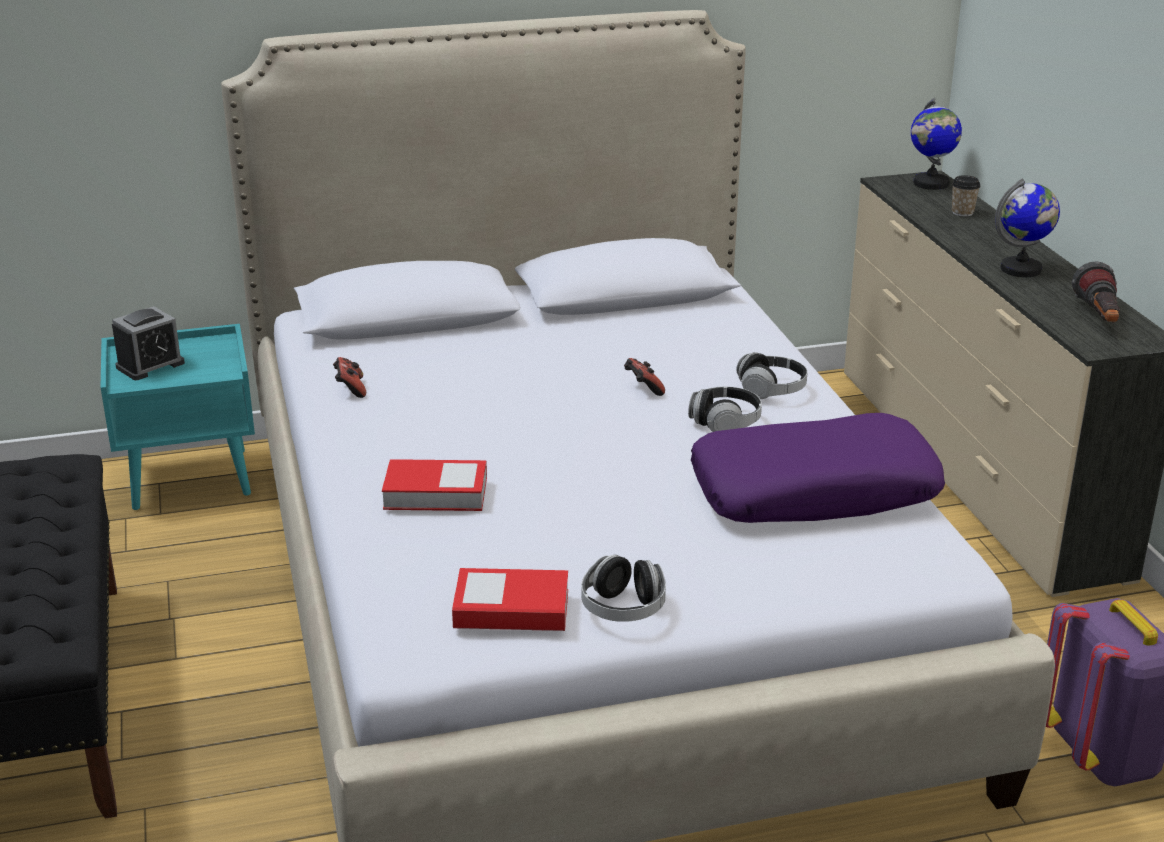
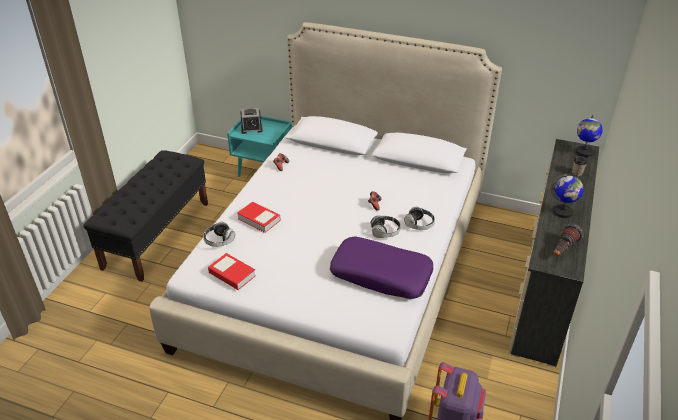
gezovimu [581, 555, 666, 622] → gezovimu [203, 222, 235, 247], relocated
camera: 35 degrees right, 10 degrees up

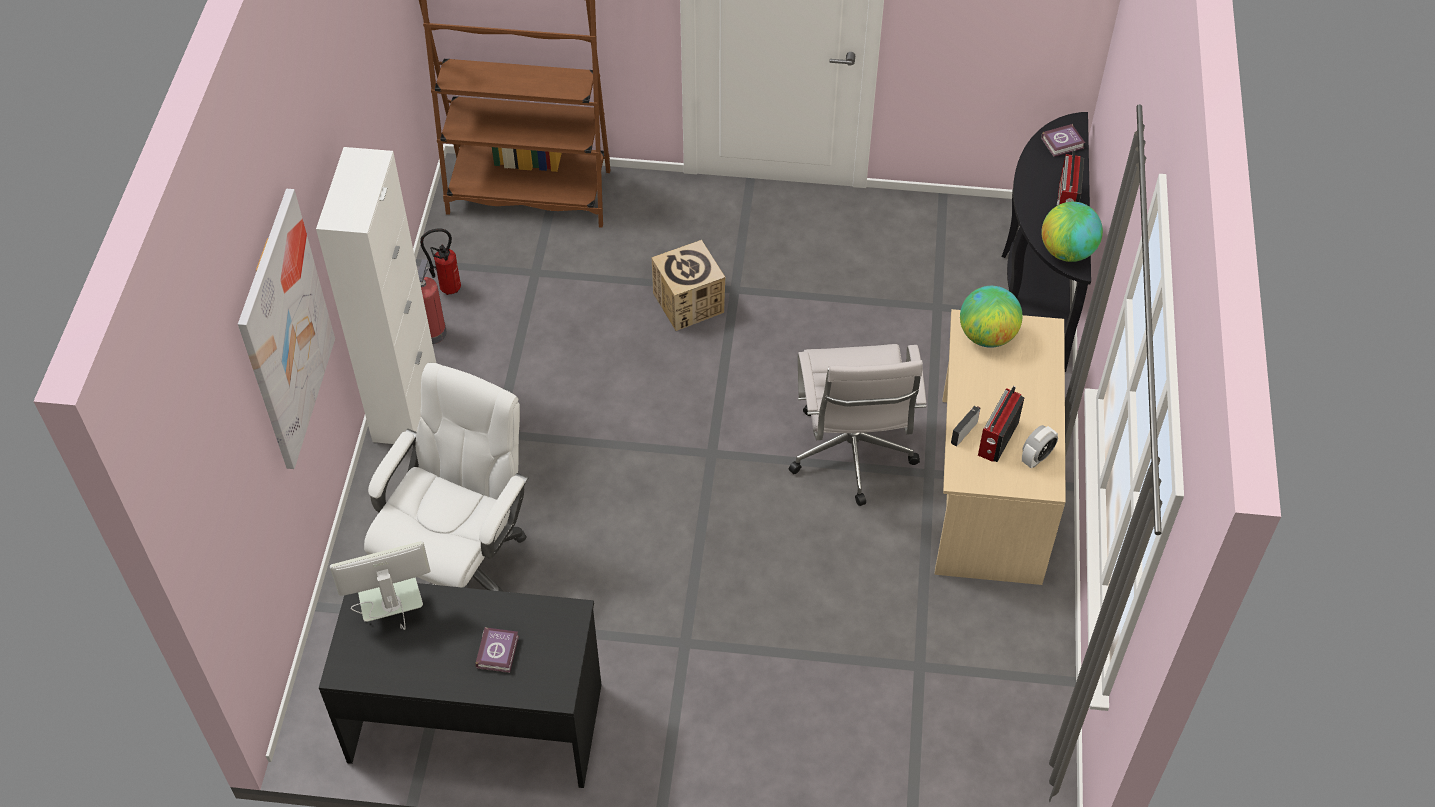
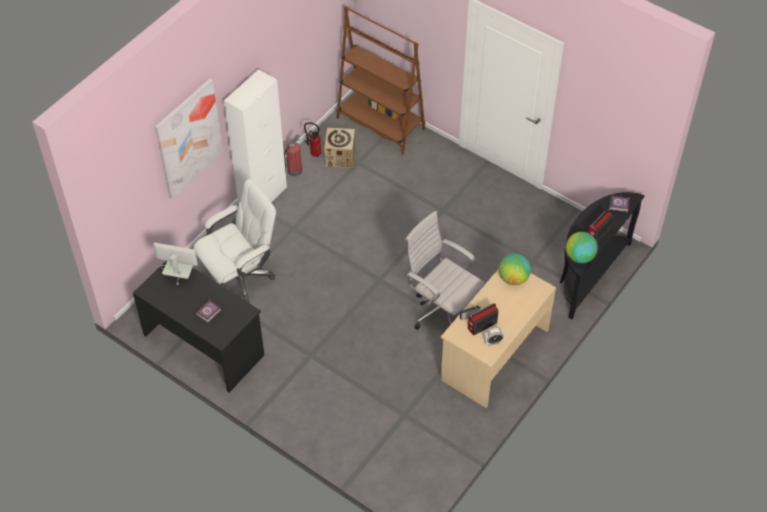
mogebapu [652, 240, 725, 331] → mogebapu [324, 128, 355, 168], relocated
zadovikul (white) [789, 344, 926, 506] → zadovikul (white) [405, 211, 485, 330], 105 degrees clockwise
camera: 30 degrees right, 0 degrees up

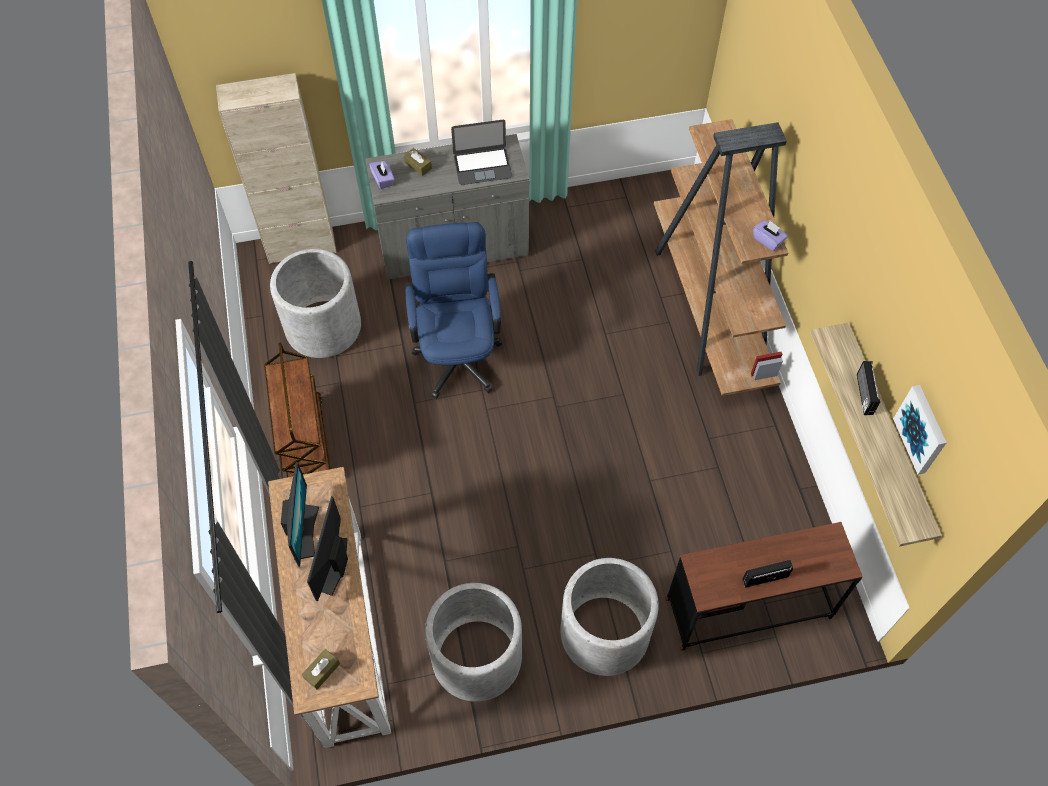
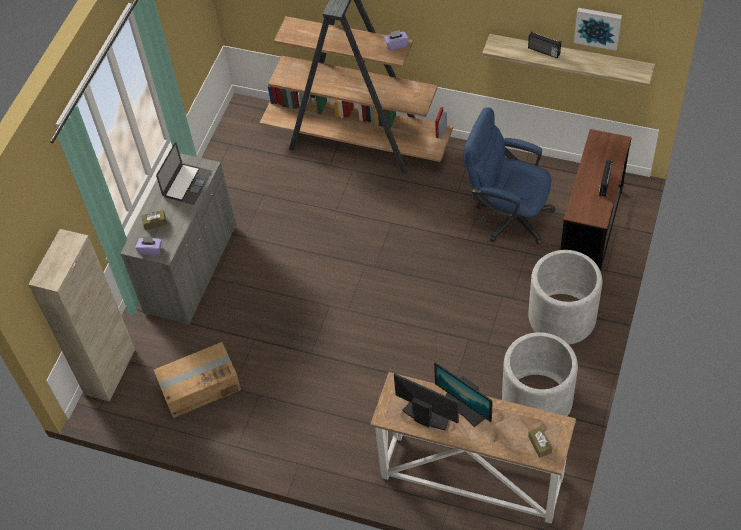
zadovikul (blue) [405, 222, 502, 399] → zadovikul (blue) [463, 107, 556, 245], relocated
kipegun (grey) [270, 249, 361, 358] → mogebapu [154, 342, 241, 418]
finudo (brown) [264, 343, 330, 478] → -
camera: 55 degrees left, 5 degrees down

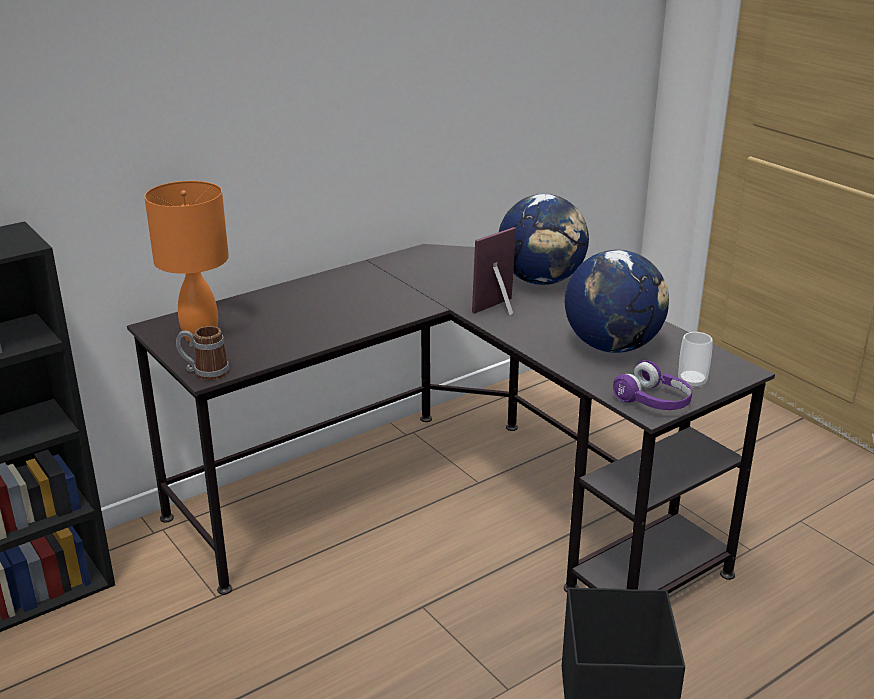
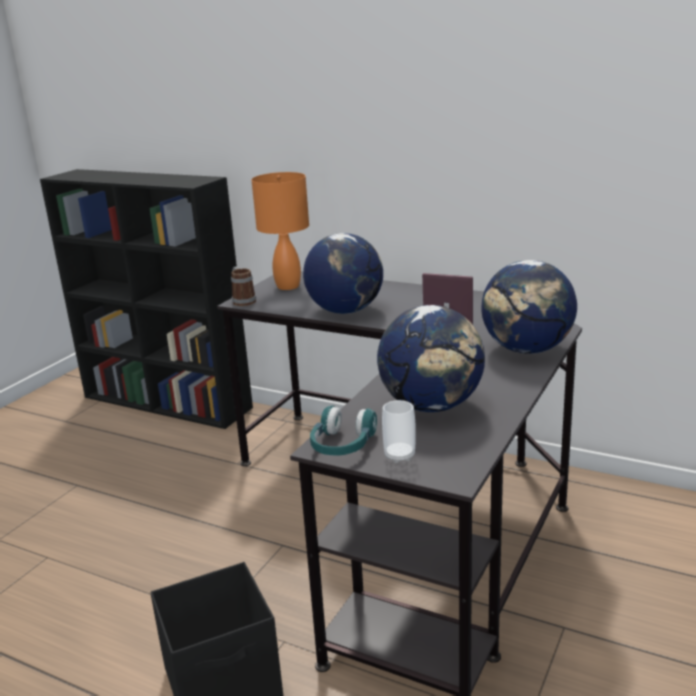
gezovimu (purple) [613, 360, 692, 410] → gezovimu (turquoise) [310, 406, 377, 456]
- → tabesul [303, 233, 383, 314]
camera: 65 degrees right, 5 degrees down

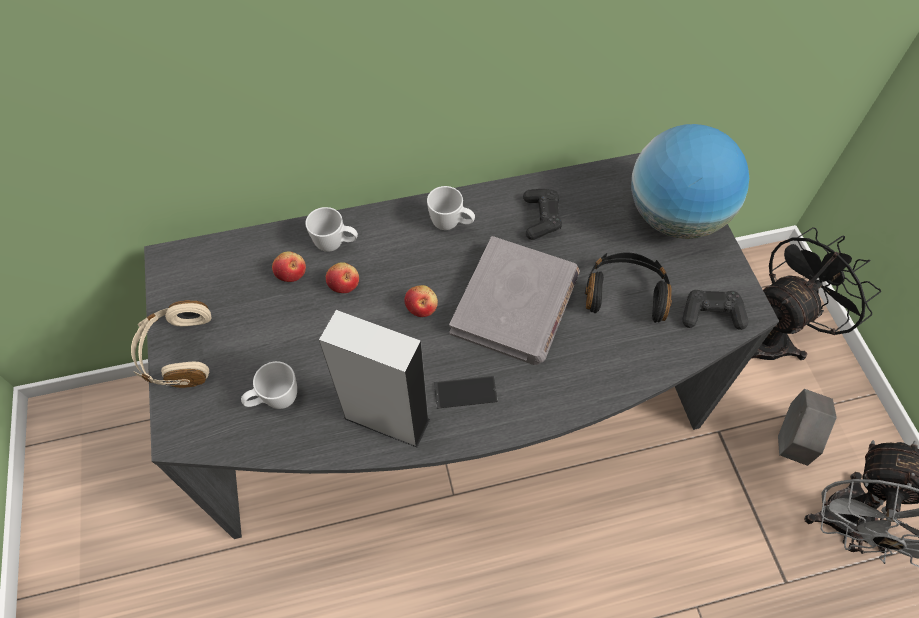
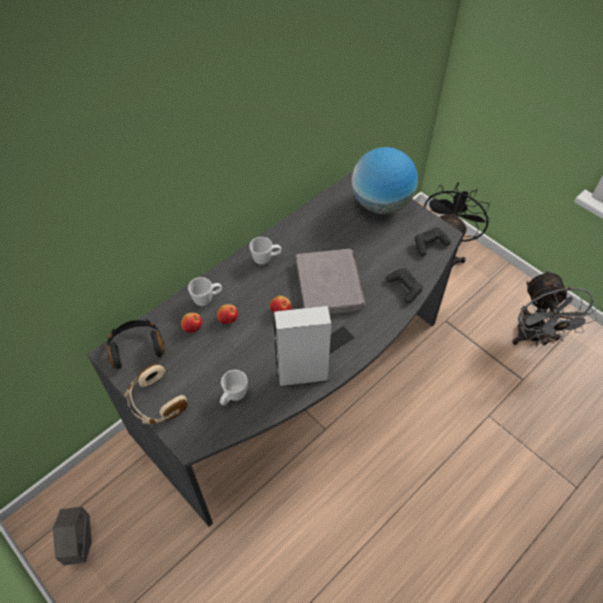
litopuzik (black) [523, 189, 562, 240] → litopuzik (black) [386, 268, 423, 304], relocated
gezovimu (black) [585, 252, 672, 323] → gezovimu (black) [107, 319, 165, 369], relocated
kipegun (grey) [778, 389, 837, 466] → kipegun (grey) [53, 507, 92, 565], relocated
camera: 30 degrees left, 5 degrees down

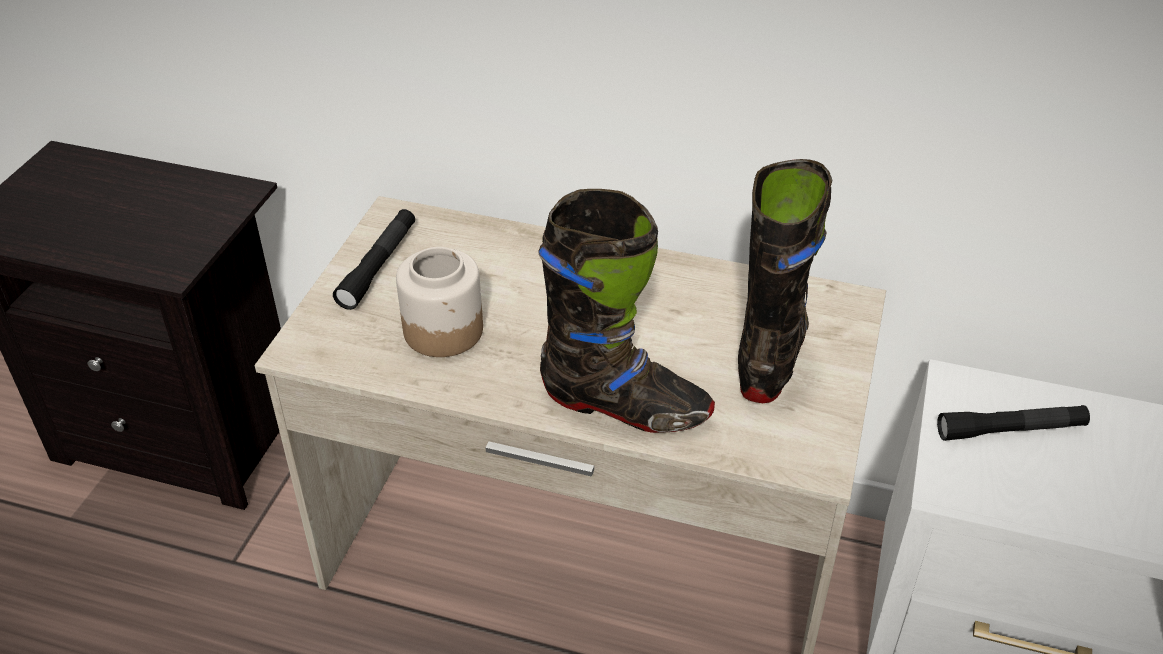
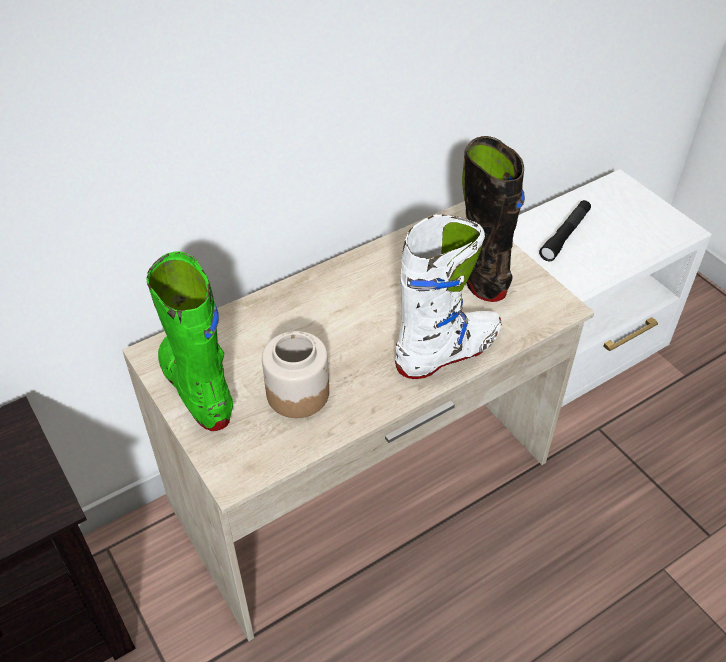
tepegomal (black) [538, 189, 715, 433] → tepegomal (white) [395, 214, 502, 379]
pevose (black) [333, 209, 415, 310] → tepegomal (green) [146, 251, 233, 431]
camera: 50 degrees left, 5 degrees up

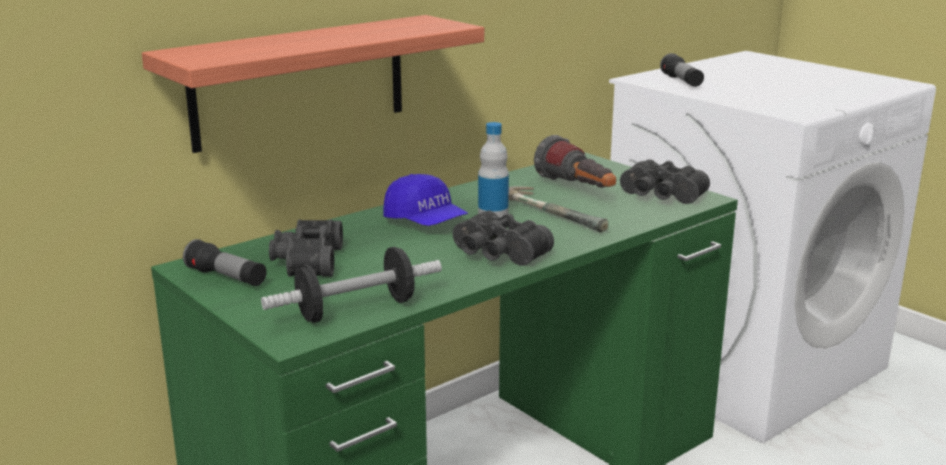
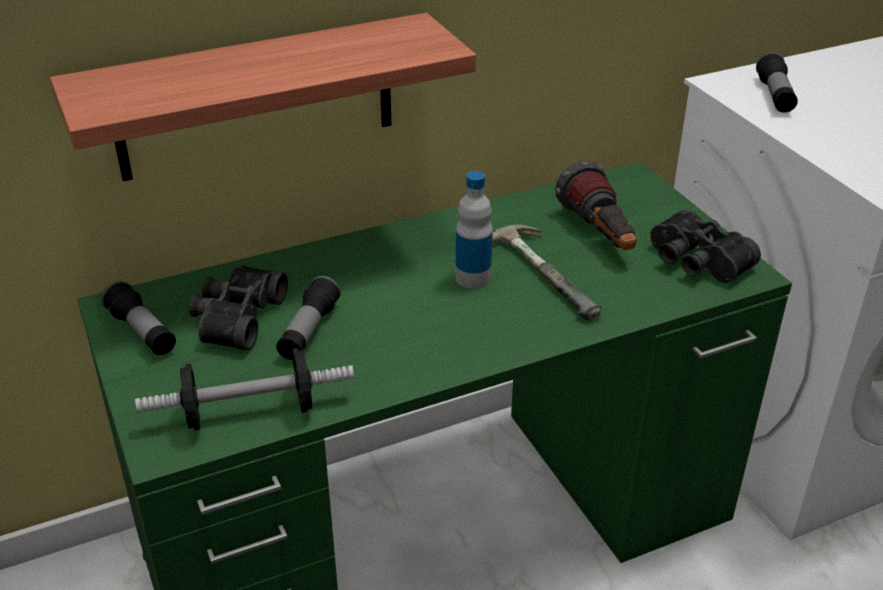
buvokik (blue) [384, 174, 468, 226] → -
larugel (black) [453, 210, 554, 266] → -
- → pevose [276, 276, 341, 360]
camera: 15 degrees right, 15 degrees up

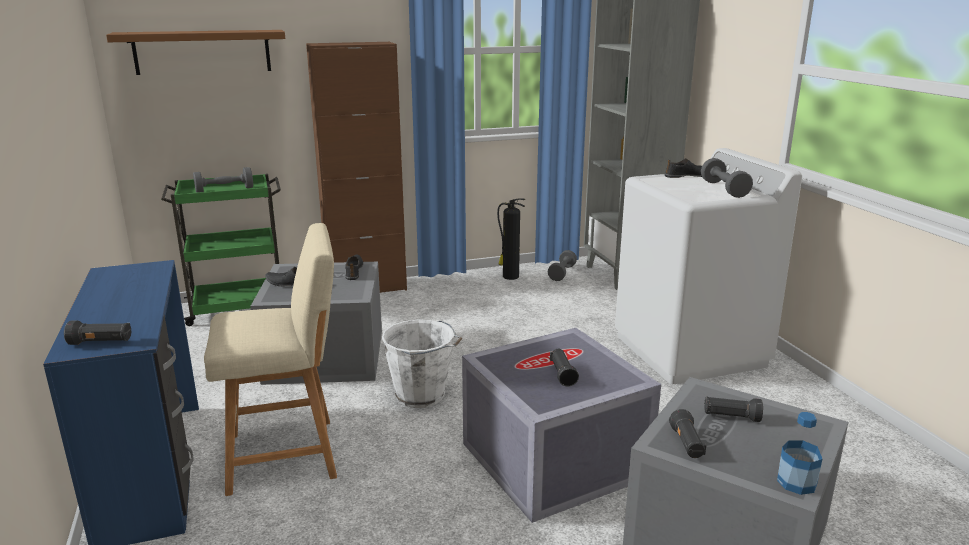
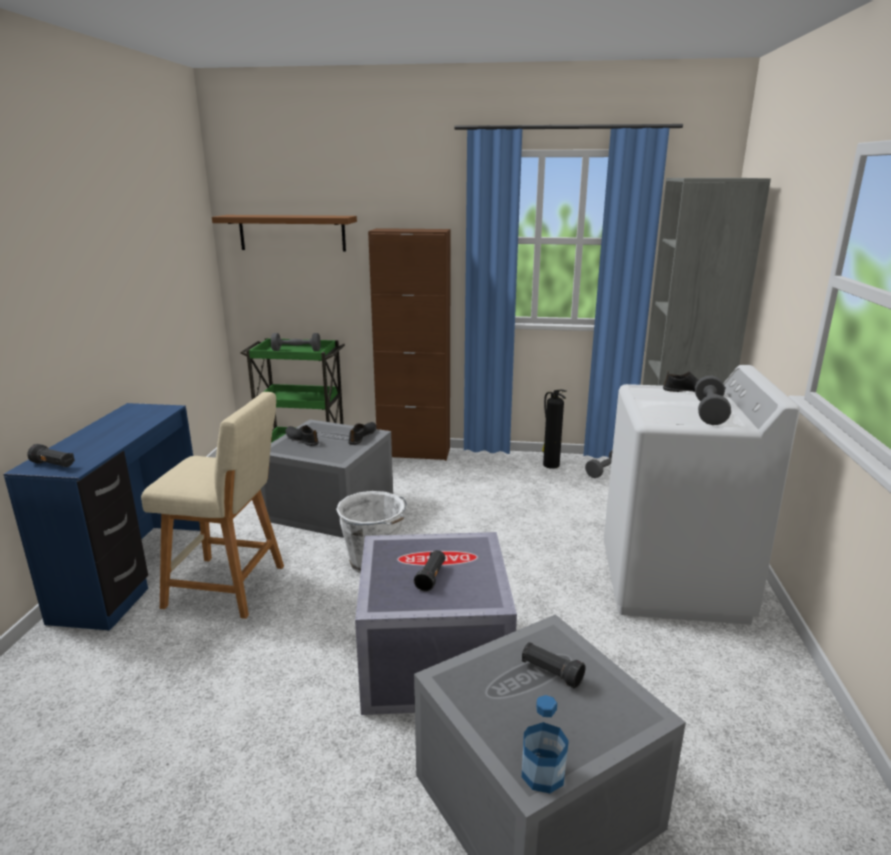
pevose (black) [669, 409, 706, 458] → -
camera: 25 degrees right, 0 degrees up

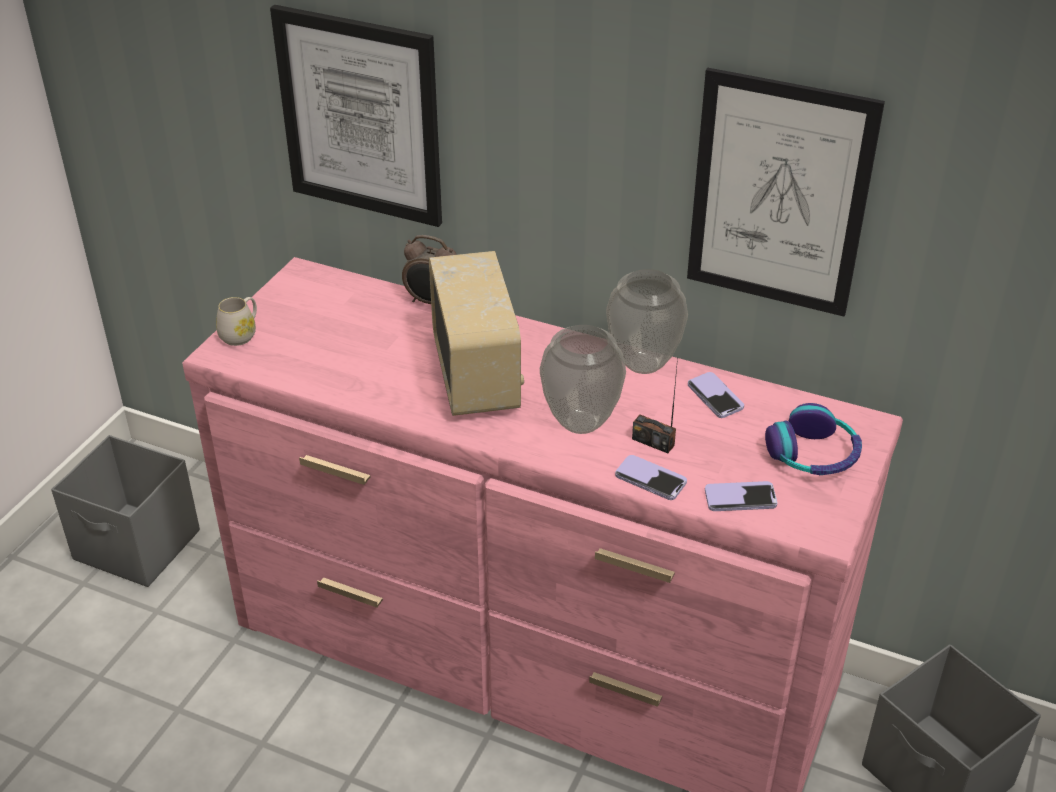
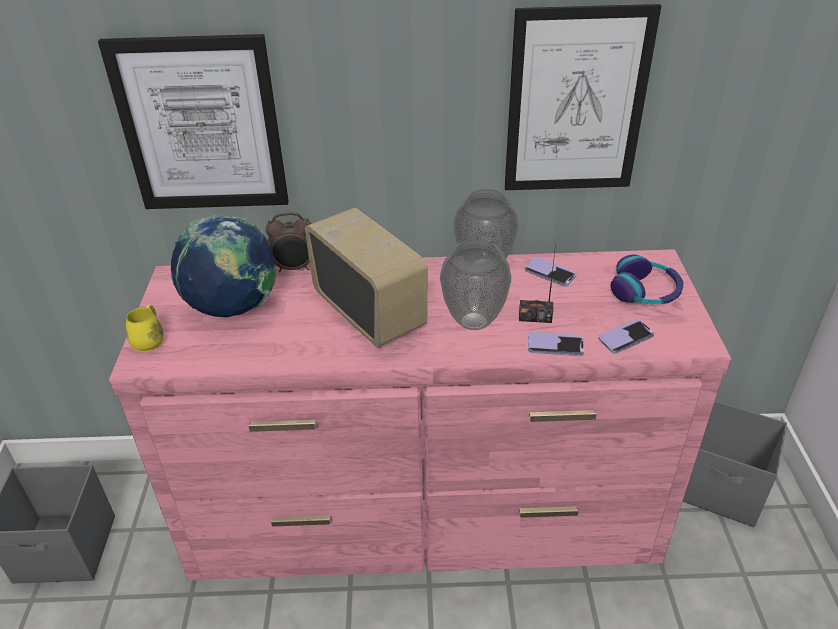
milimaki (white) [216, 297, 257, 346] → milimaki (yellow) [126, 305, 164, 351]
- → tabesul [171, 215, 276, 317]
camera: 25 degrees left, 0 degrees up

